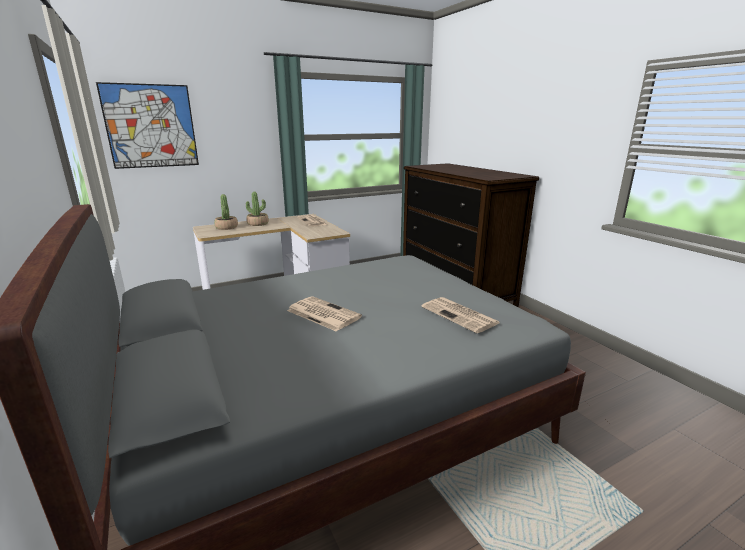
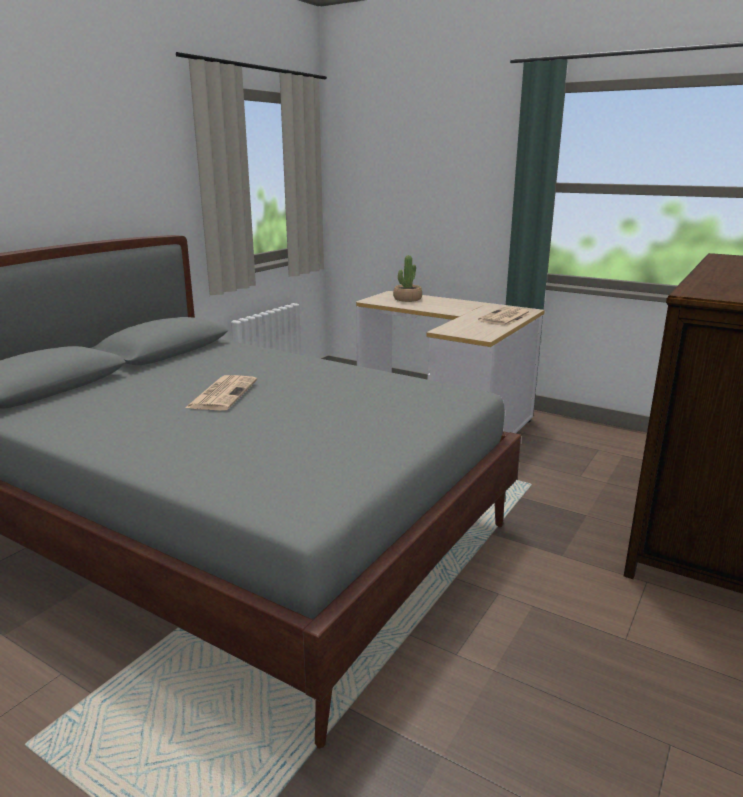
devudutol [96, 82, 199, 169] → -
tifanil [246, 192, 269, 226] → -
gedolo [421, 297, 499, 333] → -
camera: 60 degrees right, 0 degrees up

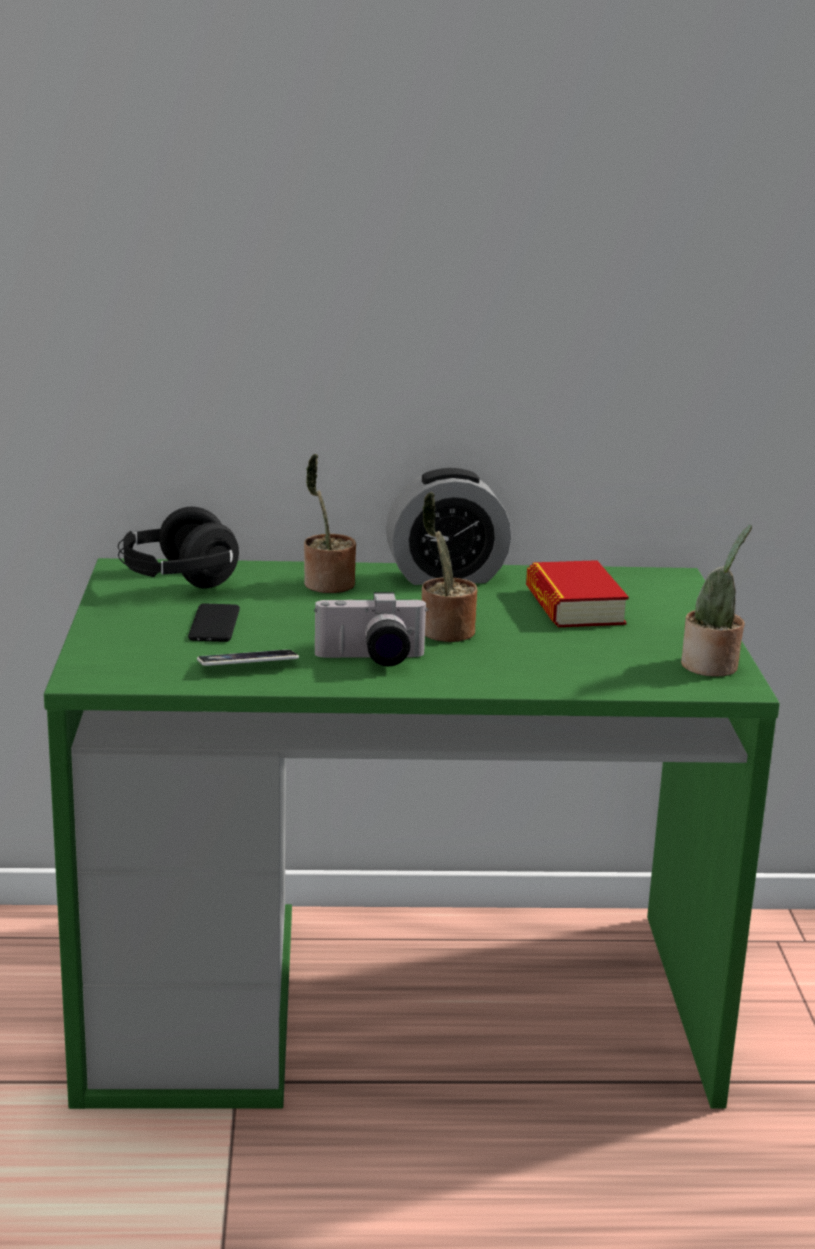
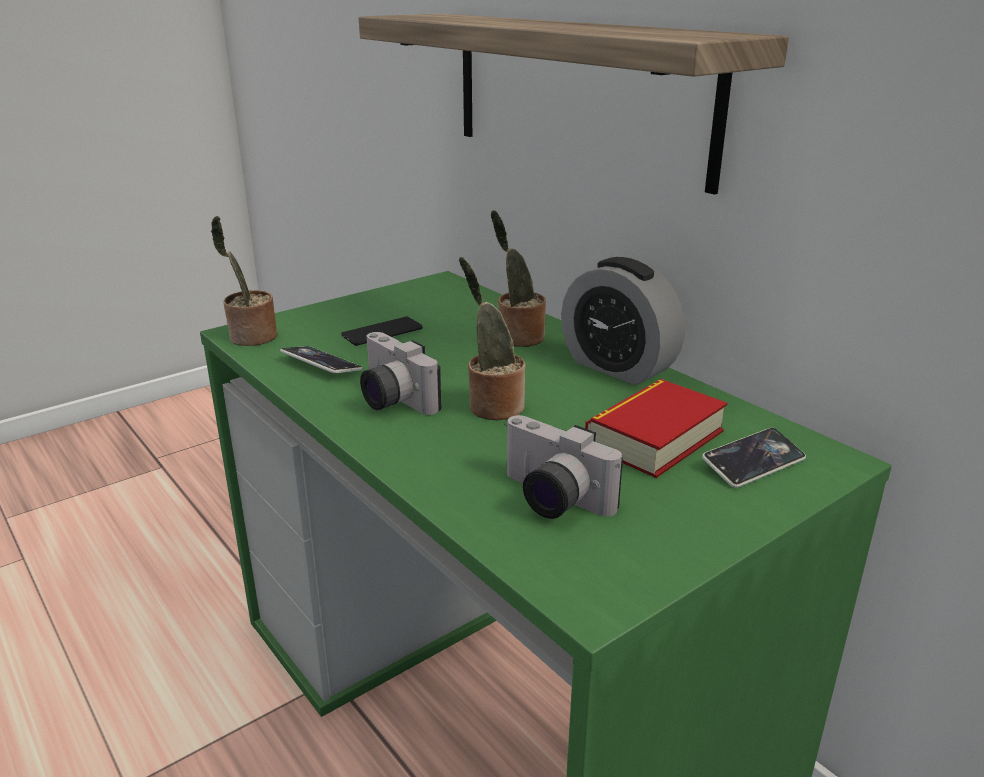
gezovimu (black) [118, 507, 239, 589] → -
tifanil [681, 525, 752, 677] → tifanil [211, 216, 277, 346], relocated
- → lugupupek [359, 14, 789, 195]
- → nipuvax [504, 415, 623, 519]
- → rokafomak [702, 428, 806, 488]
camera: 55 degrees right, 5 degrees up

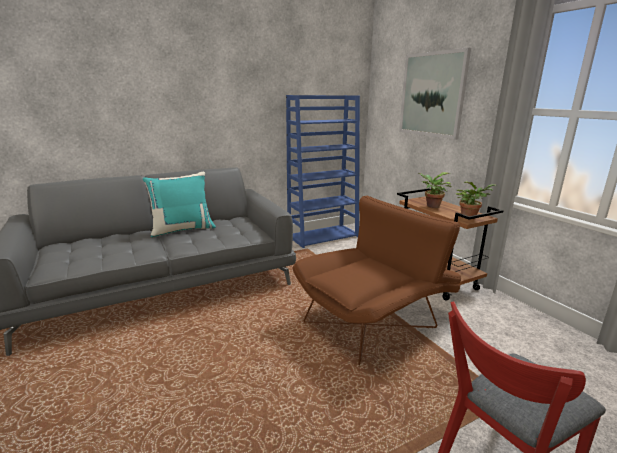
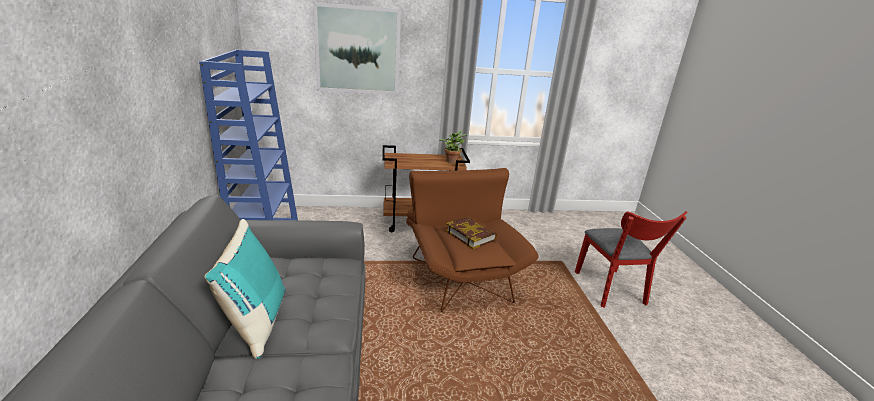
tifanil [418, 172, 452, 208] → -
- → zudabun [446, 216, 498, 249]
camera: 70 degrees left, 5 degrees up

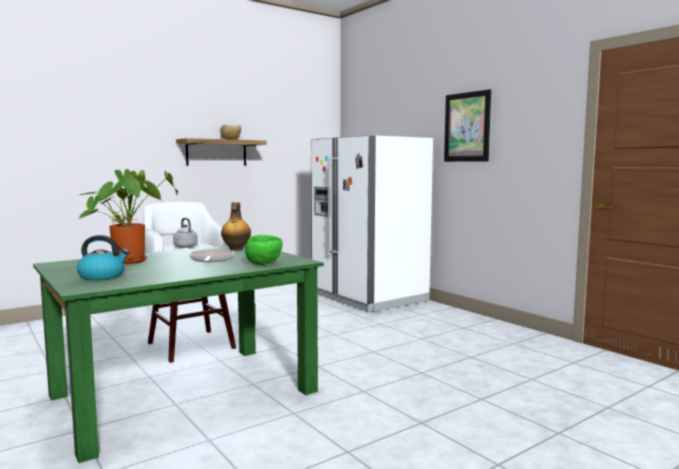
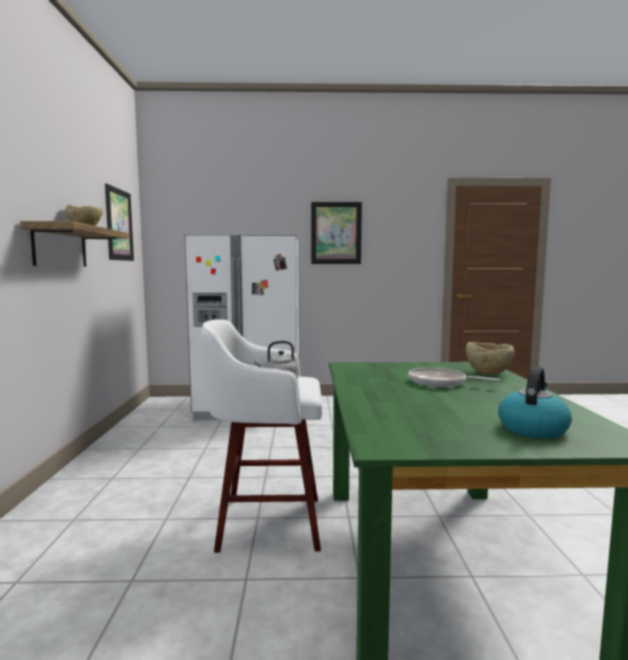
tifanil [78, 169, 178, 264] → -
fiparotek [221, 202, 251, 251] → -
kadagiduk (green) [245, 235, 283, 265] → kadagiduk (beige) [466, 342, 514, 375]
- → devudutol [105, 184, 134, 261]
camera: 55 degrees left, 0 degrees up

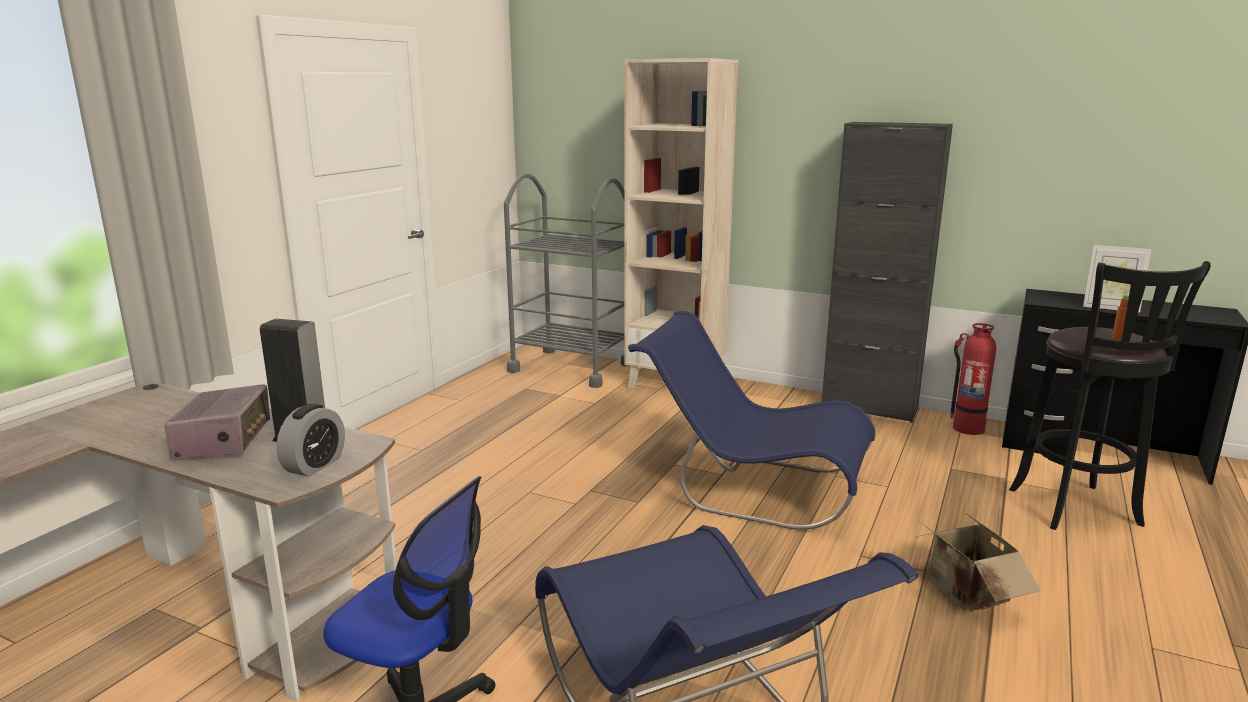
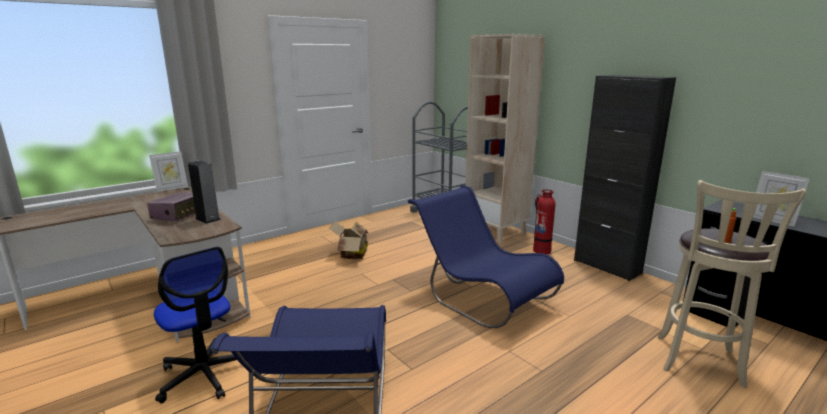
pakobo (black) [1009, 261, 1211, 530] → pakobo (beige) [657, 180, 806, 388]
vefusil [950, 323, 996, 435] → vefusil [533, 189, 556, 254], relocated
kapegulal [276, 403, 345, 477] → -
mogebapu [917, 511, 1041, 612] → mogebapu [329, 221, 368, 259], relocated
- → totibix [149, 151, 188, 192]
camera: 25 degrees right, 0 degrees up

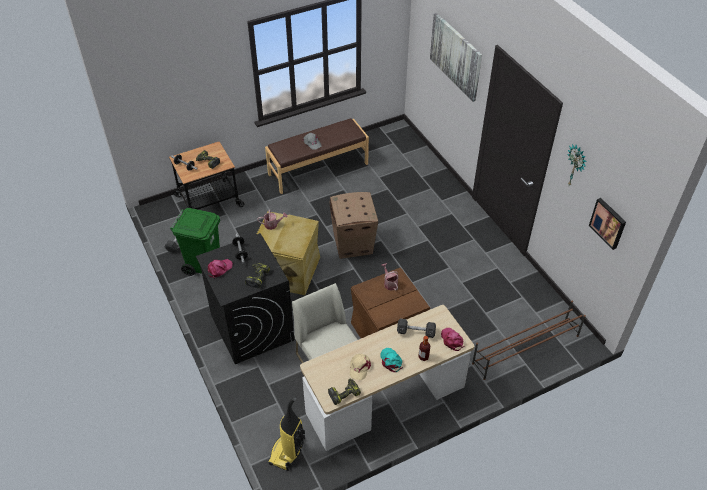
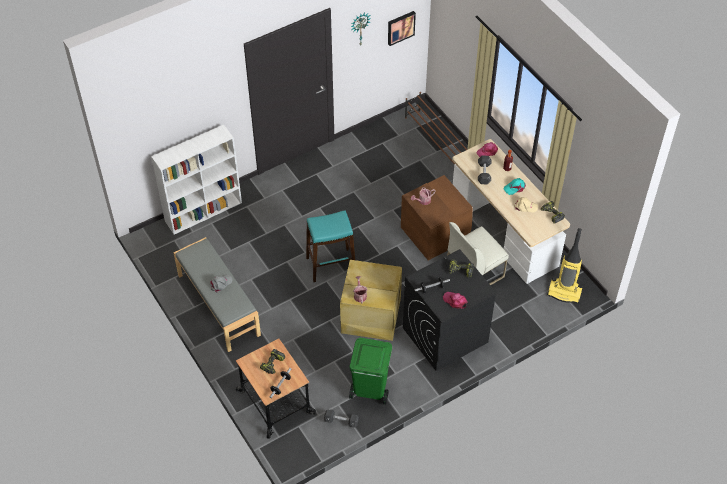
devudutol [430, 13, 482, 102] → -
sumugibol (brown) [265, 118, 369, 194] → sumugibol (grey) [173, 237, 261, 352]
mogebapu [330, 192, 378, 259] → pakobo (turquoise) [306, 210, 355, 282]
- → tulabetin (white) [151, 125, 242, 235]
camera: 95 degrees left, 5 degrees up

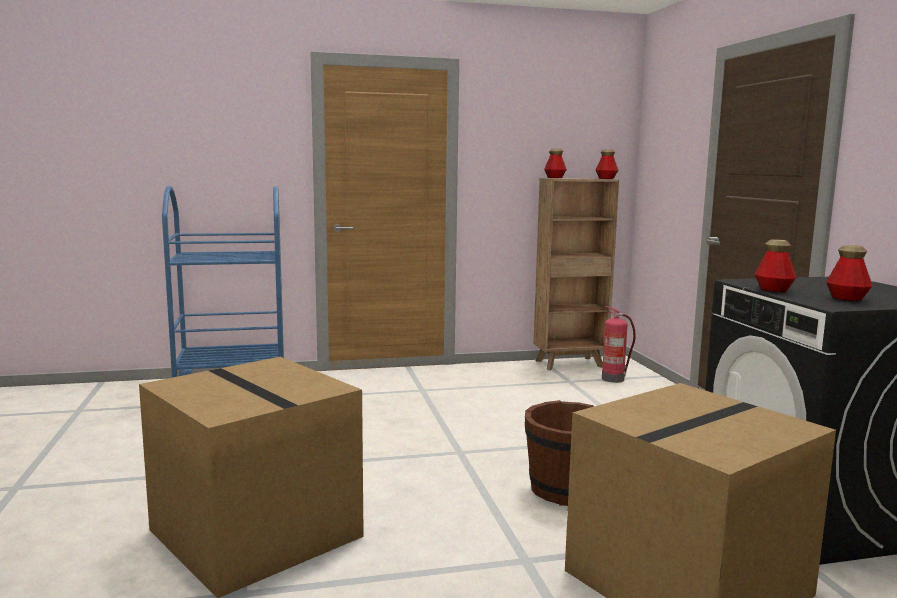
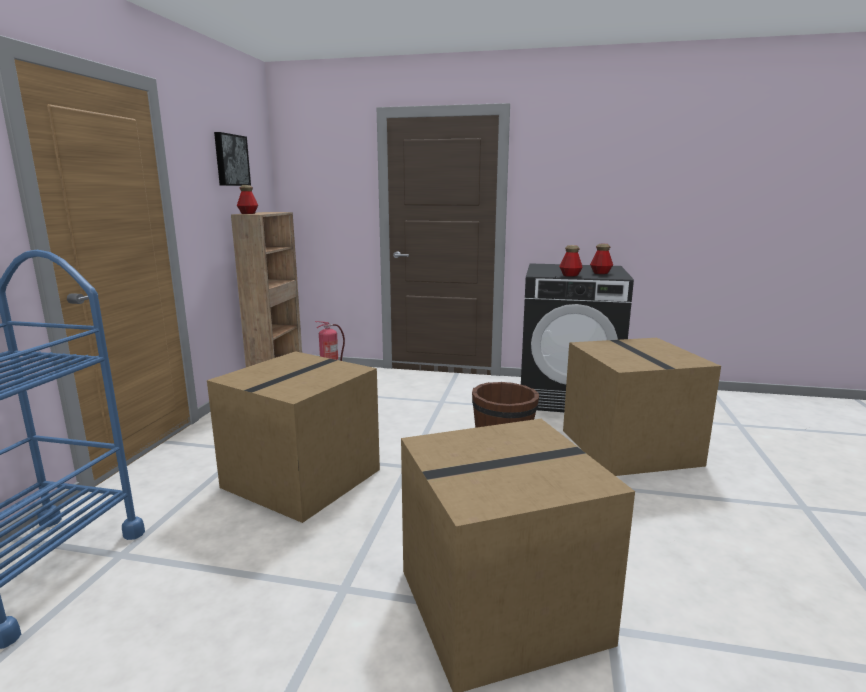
fiparotek [596, 149, 619, 179] → -
- → devudutol [214, 132, 251, 186]
- → mogebapu [207, 351, 380, 523]
camera: 65 degrees left, 5 degrees up

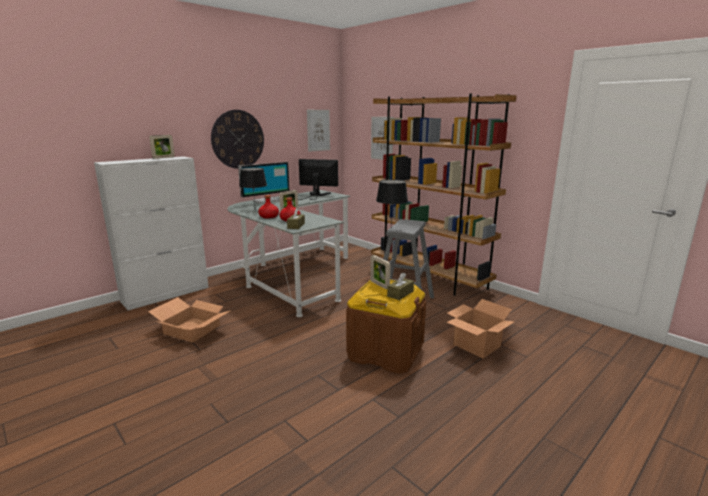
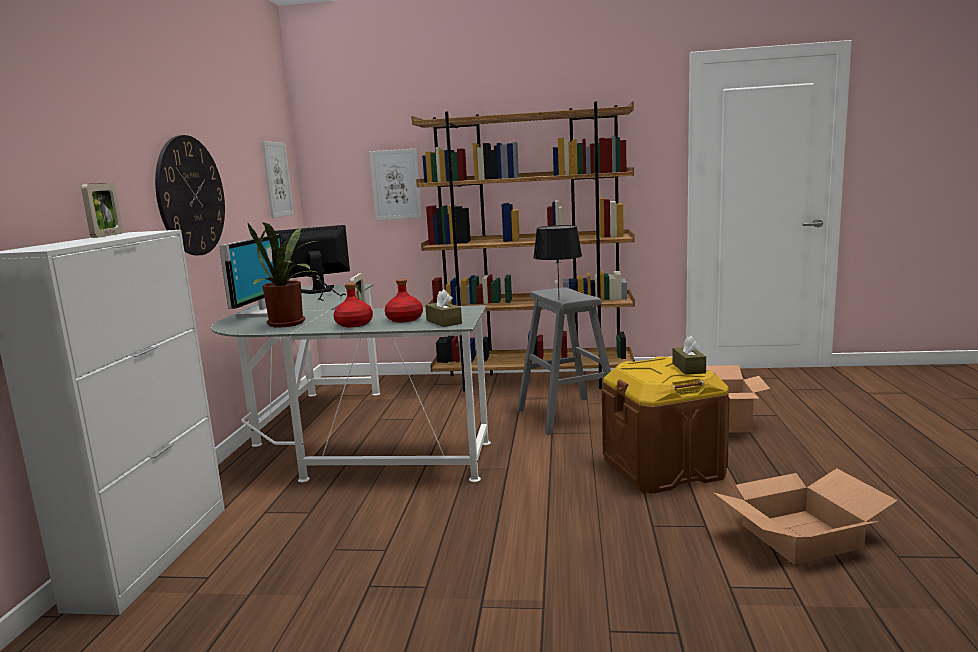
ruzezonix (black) [239, 168, 267, 204] → tifanil [248, 222, 318, 328]
totibix [370, 255, 390, 289] → -
mogebapu [148, 297, 230, 343] → mogebapu [713, 468, 898, 564], relocated
camera: 40 degrees left, 5 degrees down

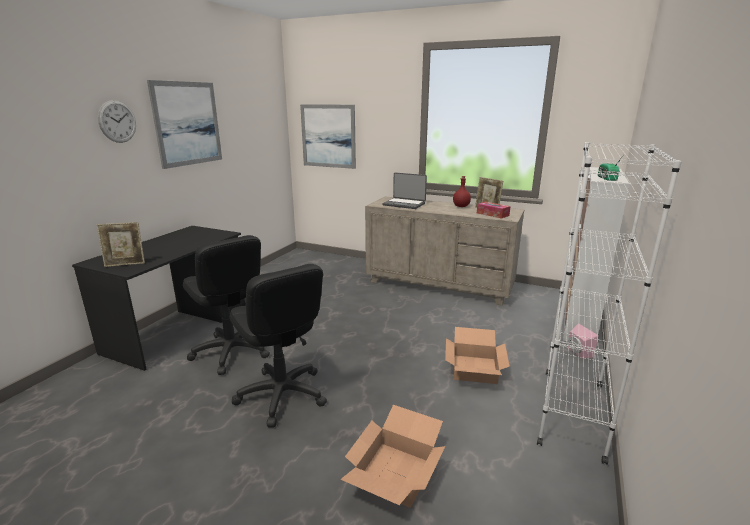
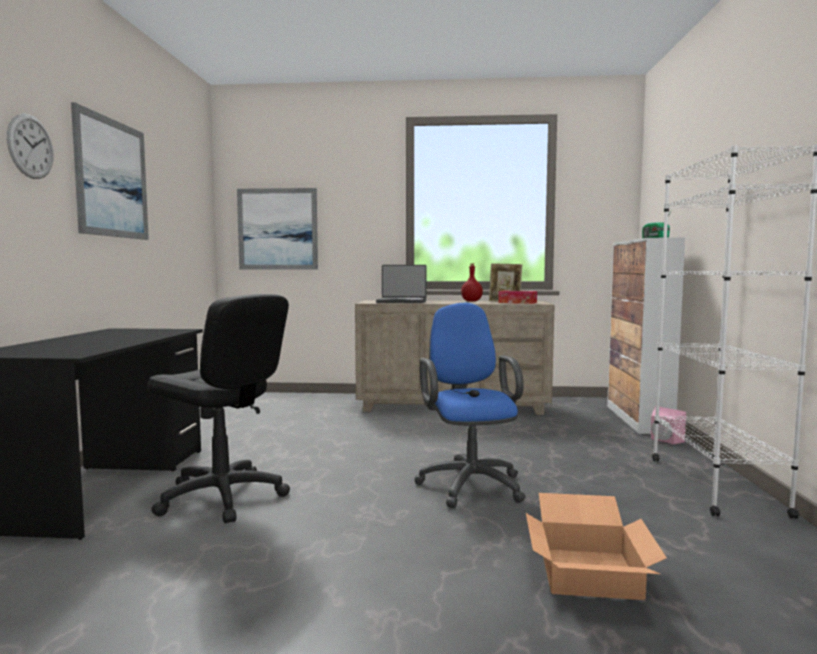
totibix [97, 222, 145, 267] → -
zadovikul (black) [230, 264, 327, 427] → -
mogebapu [445, 327, 510, 384] → -
- → zadovikul (blue) [414, 303, 526, 508]
camera: 20 degrees left, 15 degrees down

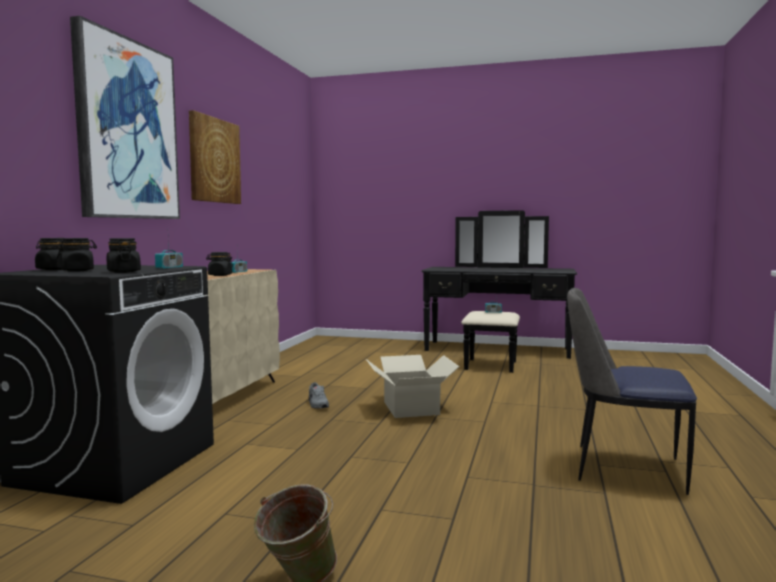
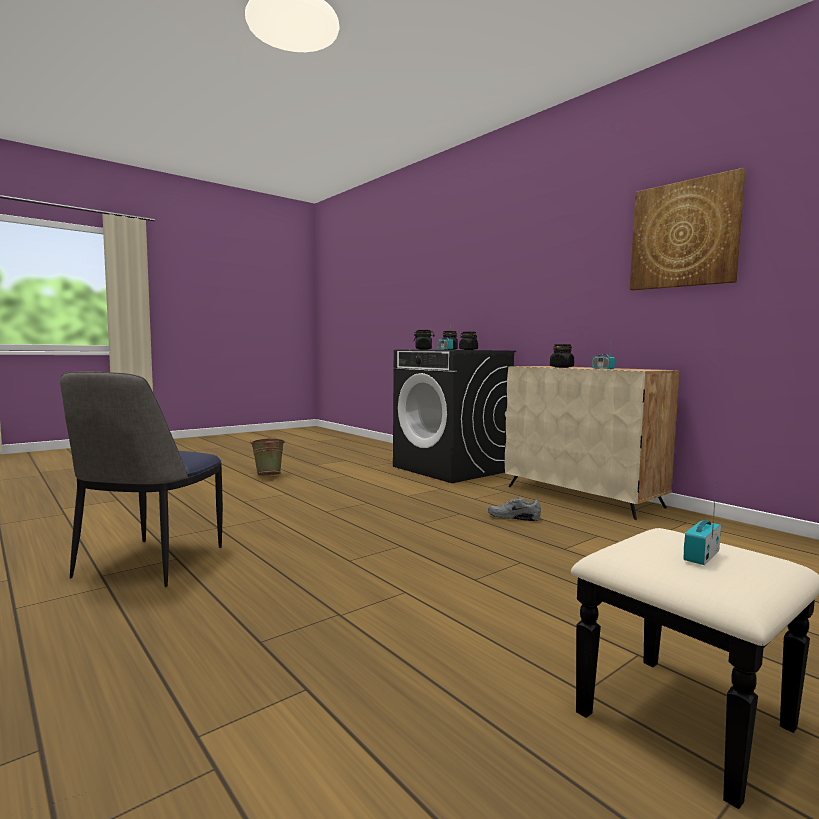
devudutol [70, 16, 180, 219] → -
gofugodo [567, 288, 697, 495] → gofugodo [60, 372, 223, 587], 135 degrees clockwise
mogebapu [366, 355, 459, 418] → -
camera: 125 degrees right, 0 degrees up

